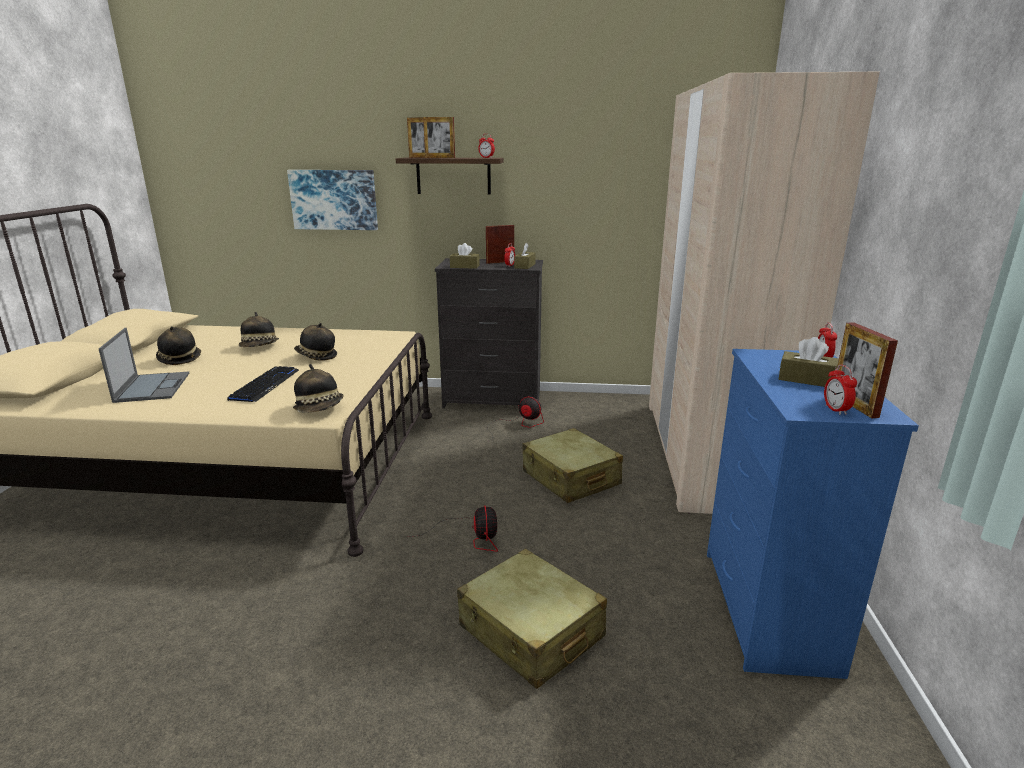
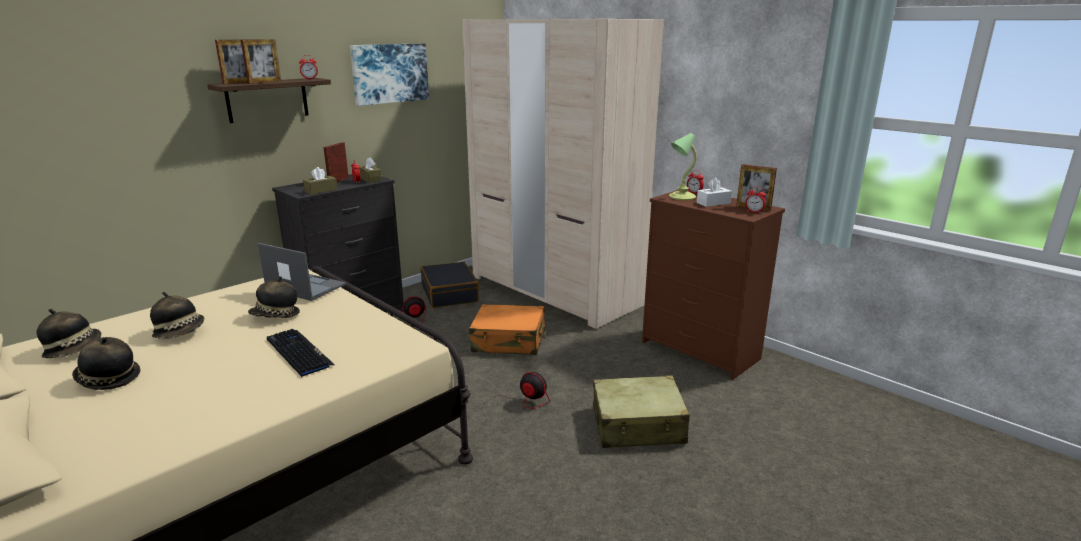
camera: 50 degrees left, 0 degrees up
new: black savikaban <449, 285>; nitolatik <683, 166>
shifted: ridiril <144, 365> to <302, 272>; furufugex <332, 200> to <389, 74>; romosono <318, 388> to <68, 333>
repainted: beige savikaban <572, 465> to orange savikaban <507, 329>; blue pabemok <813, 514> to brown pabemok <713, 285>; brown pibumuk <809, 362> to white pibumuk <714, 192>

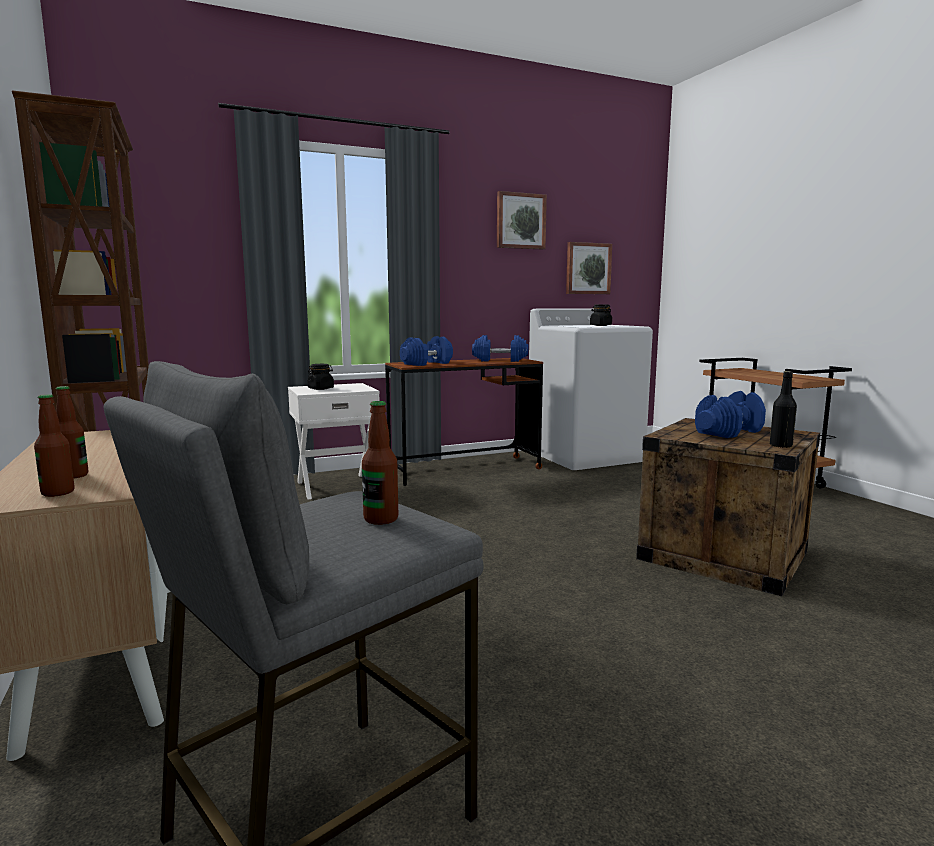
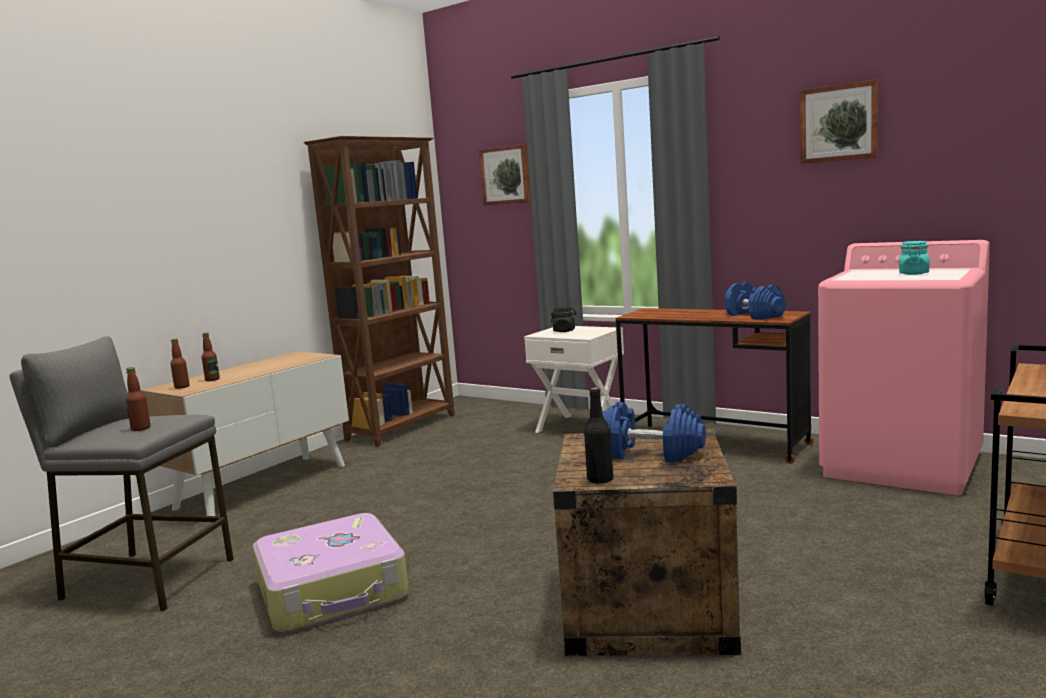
camera: 60 degrees right, 0 degrees up
gone: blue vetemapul <426, 351>
new: savikaban <331, 573>
shifted: furufugex <589, 268> to <505, 174>
repainted: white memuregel <591, 389> to pink memuregel <904, 367>; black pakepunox <601, 315> to turquoise pakepunox <914, 258>

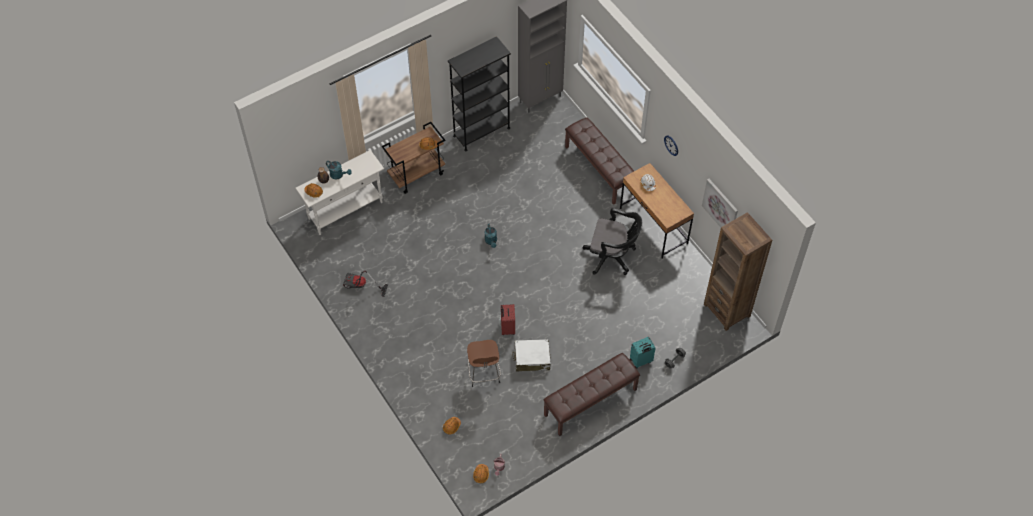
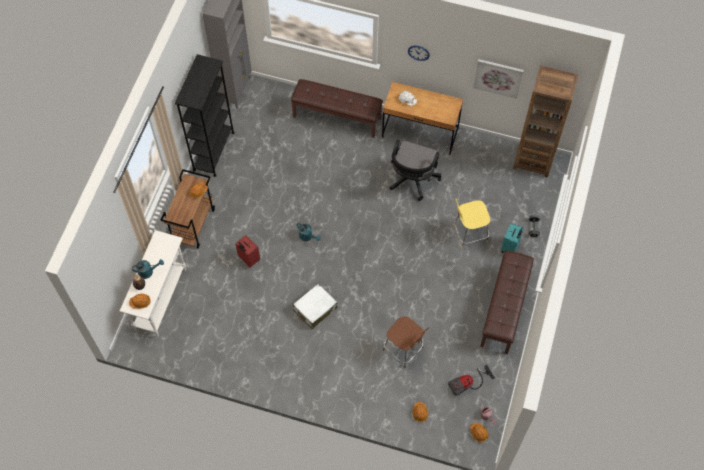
camera: 40 degrees left, 5 degrees up
new: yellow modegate <472, 223>
shifted: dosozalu <365, 284> to <471, 380>; red savikaban <508, 319> to <247, 251>; white savikaban <531, 355> to <315, 306>
rotated: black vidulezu <612, 241> = <415, 170> 135 degrees clockwise

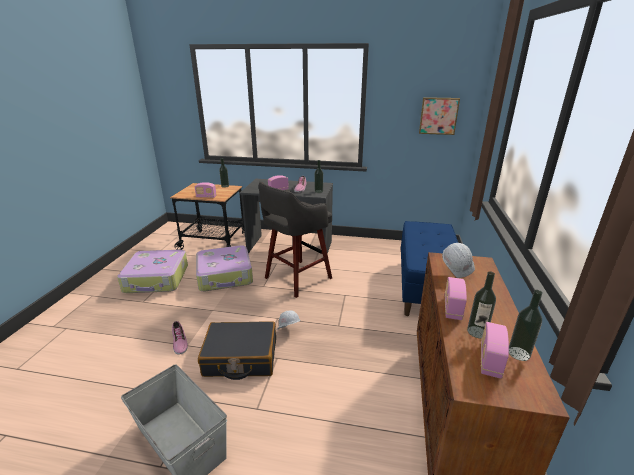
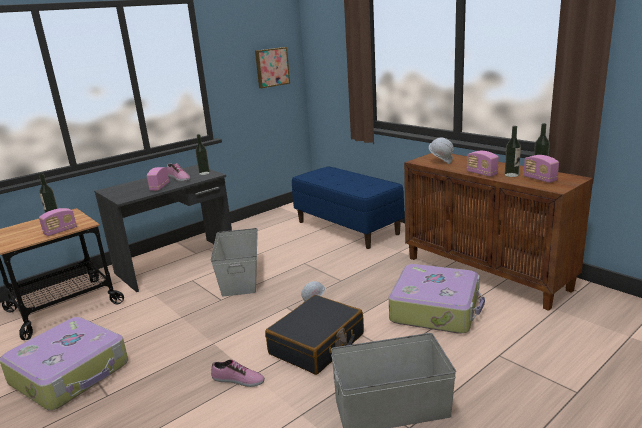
camera: 50 degrees left, 5 degrees down
shifted: savikaban <224, 268> to <437, 299>
swapped: grey modegate <295, 240> to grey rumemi <234, 262>

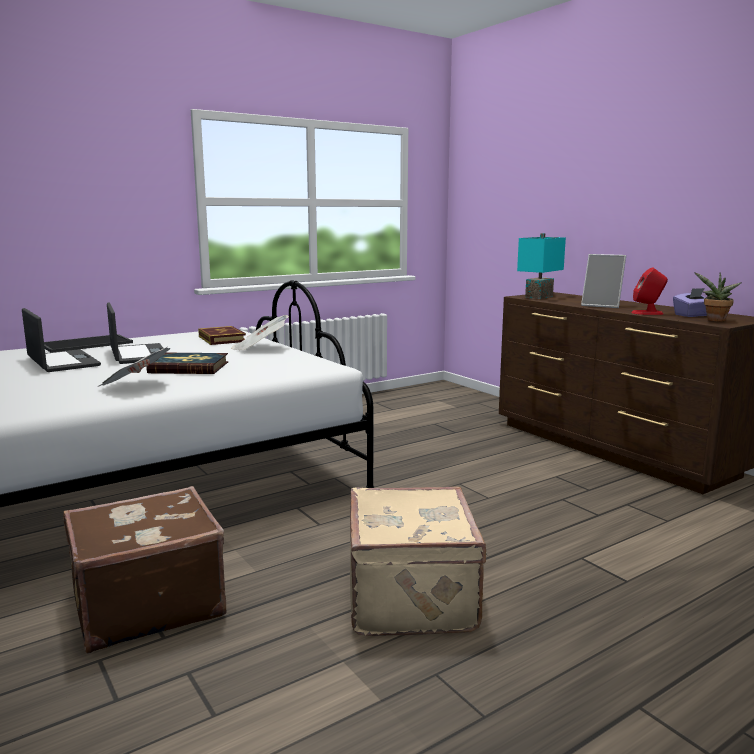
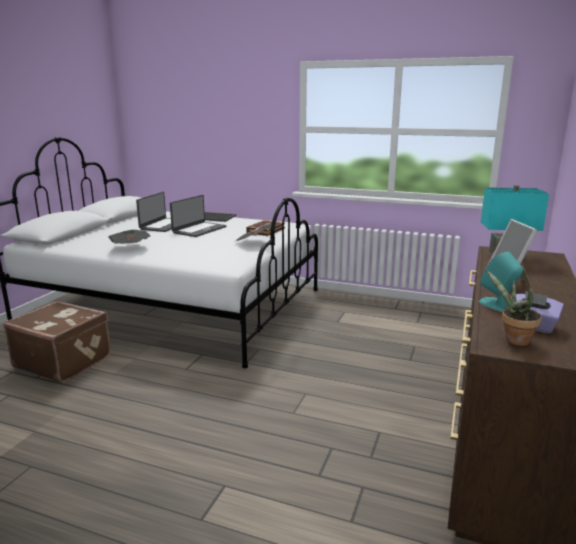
camera: 55 degrees right, 5 degrees up
gone: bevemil <187, 363>; beige savikaban <418, 561>
repainted: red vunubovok <649, 291> to turquoise vunubovok <501, 282>

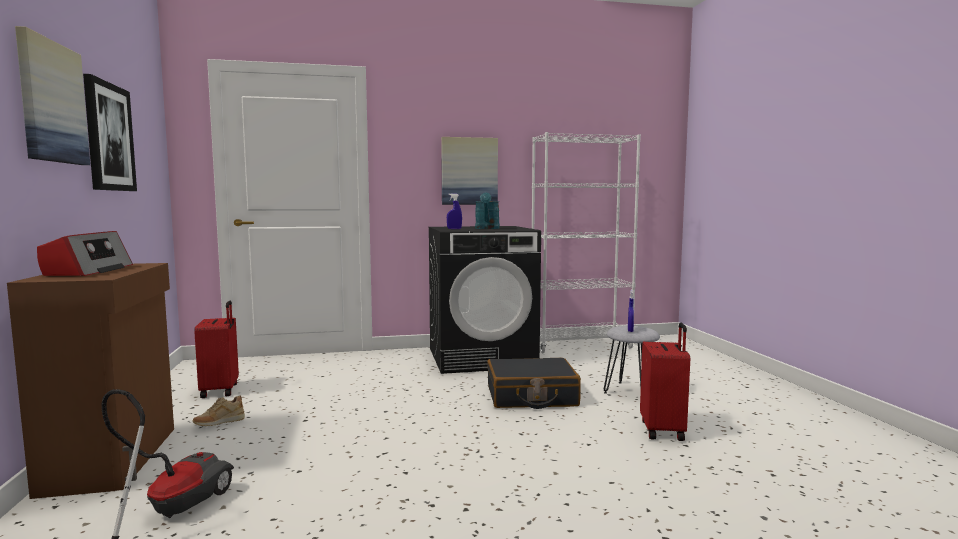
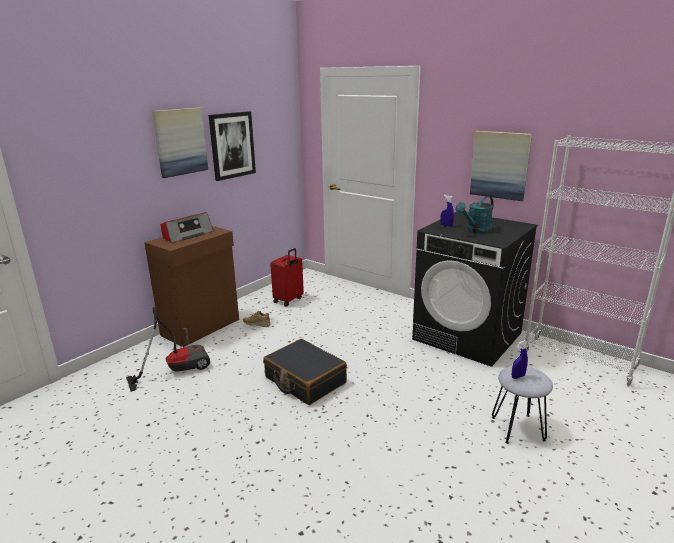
camera: 50 degrees right, 15 degrees up
gone: red savikaban <665, 382>
shifted: black savikaban <534, 383> to <305, 372>

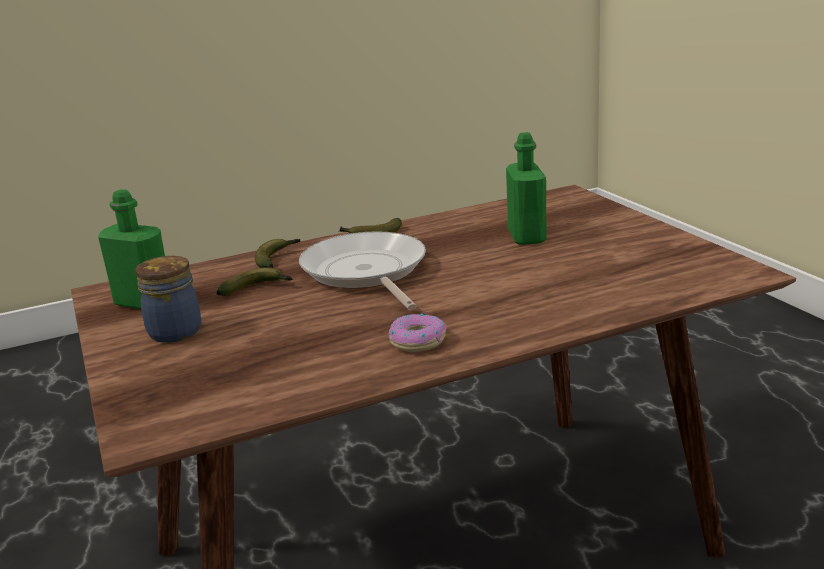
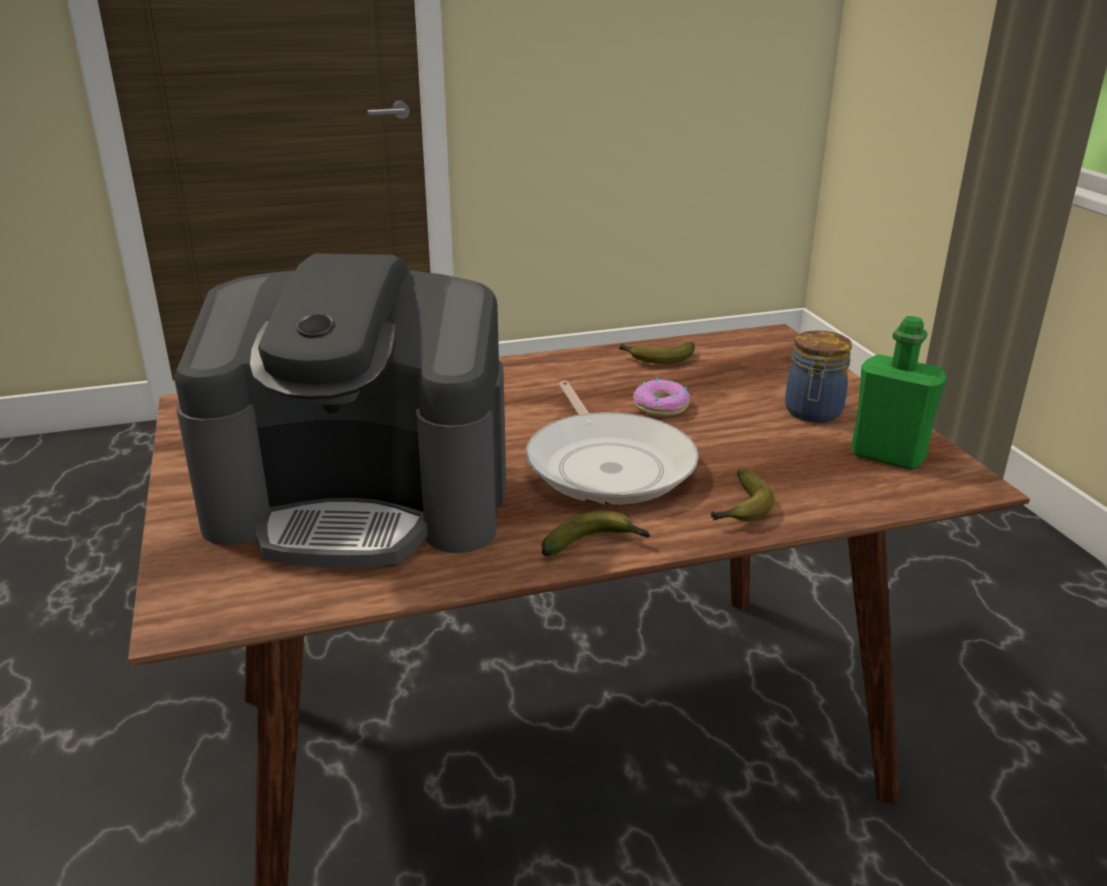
camera: 175 degrees left, 5 degrees up
shifted: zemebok <255, 281> to <656, 353>; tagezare <417, 332> to <661, 397>
swapped: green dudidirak <526, 188> to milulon <340, 410>

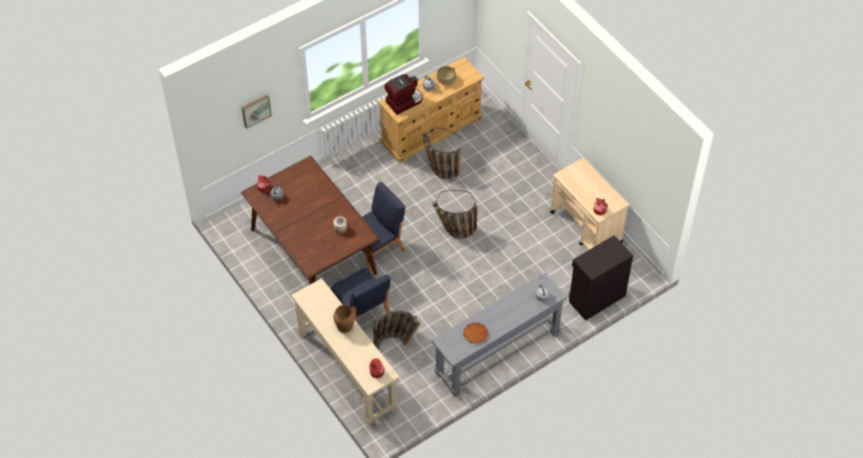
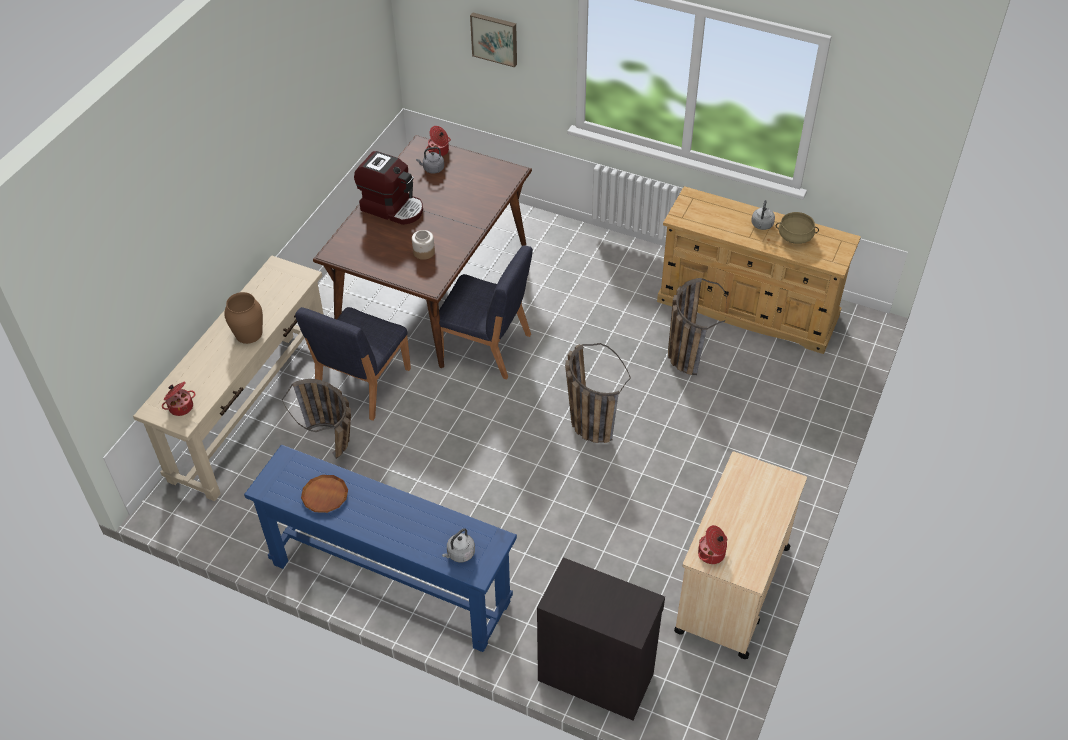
camera: 60 degrees right, 5 degrees down
shifted: milulon <403, 94> to <388, 188>
repainted: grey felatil <499, 335> to blue felatil <380, 548>

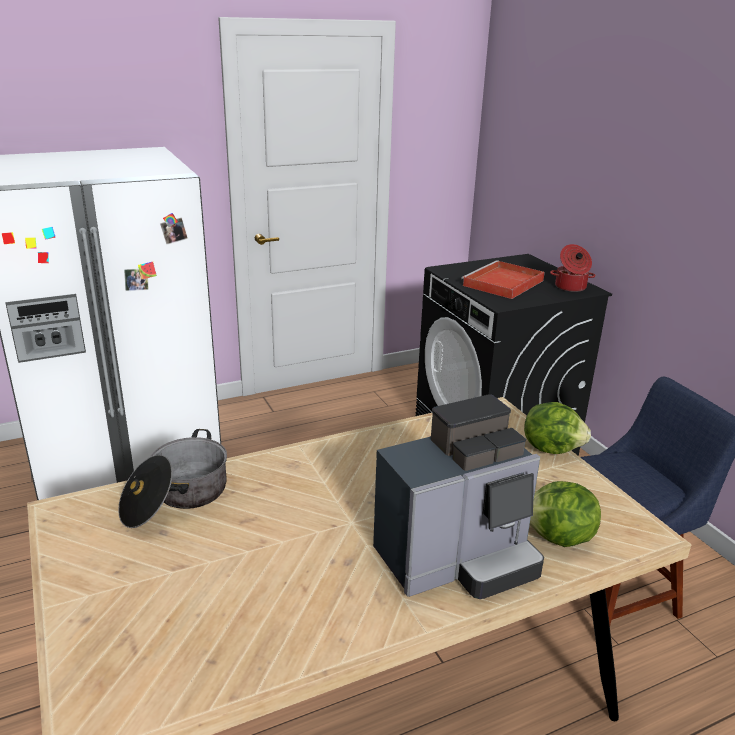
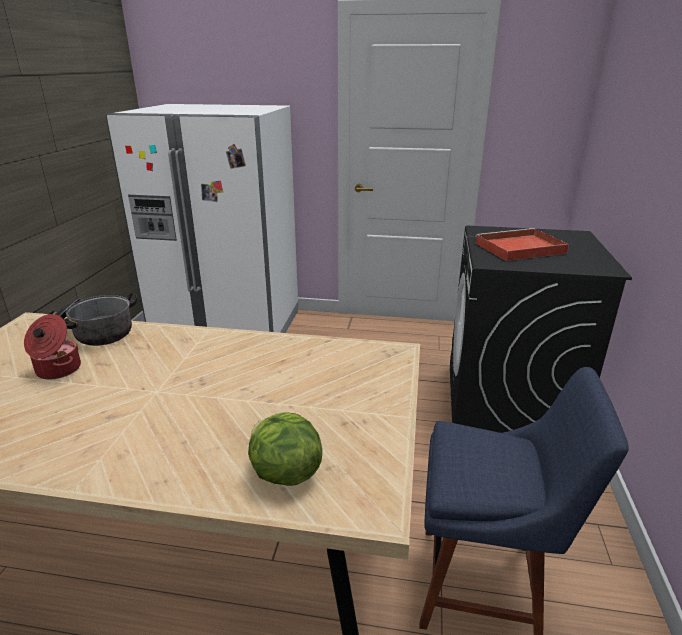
camera: 35 degrees right, 0 degrees up
gone: milulon <458, 496>; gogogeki <557, 428>
shifted: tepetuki <572, 268> to <52, 346>

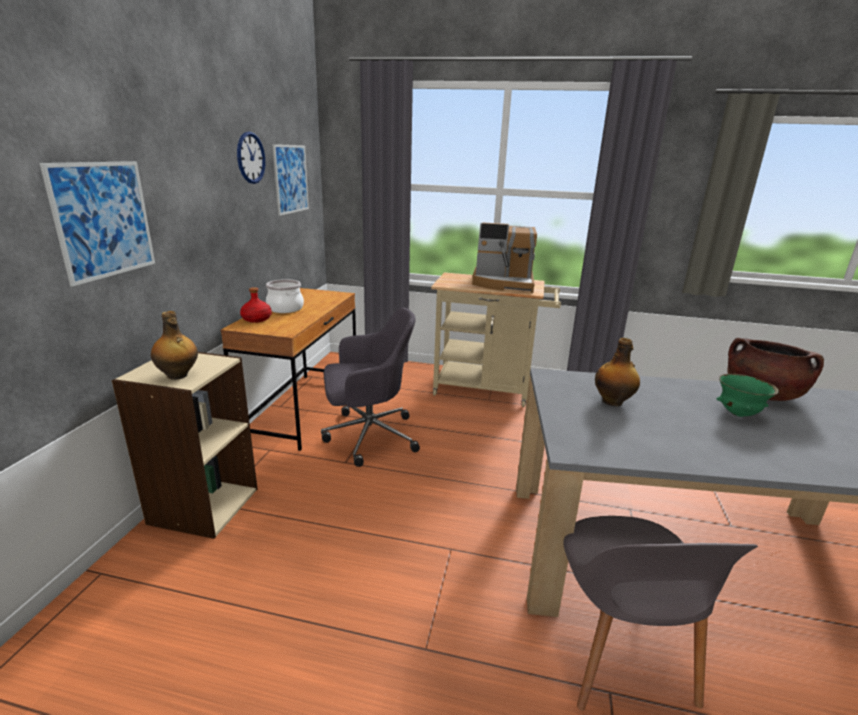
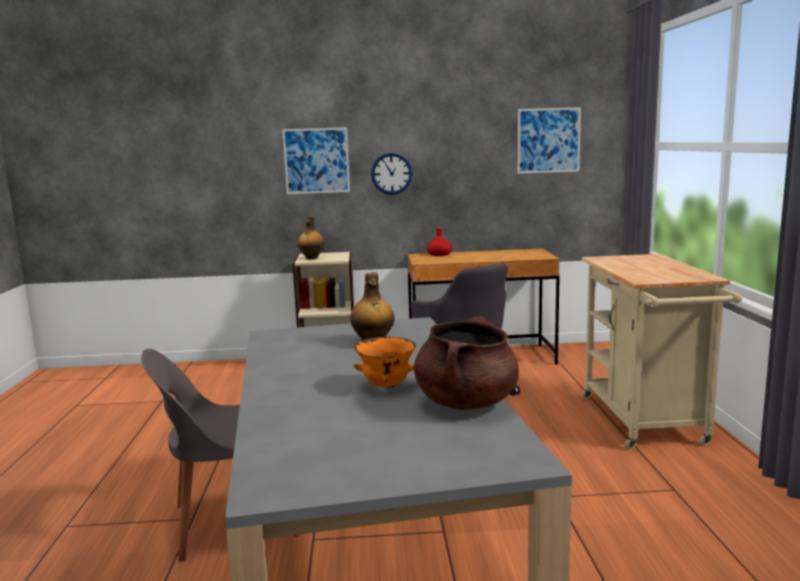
camera: 75 degrees right, 10 degrees down
gone: tepetuki <285, 296>; milulon <504, 257>
shifted: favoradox <251, 158> to <391, 174>
repainted: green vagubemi <748, 395> to orange vagubemi <384, 362>

